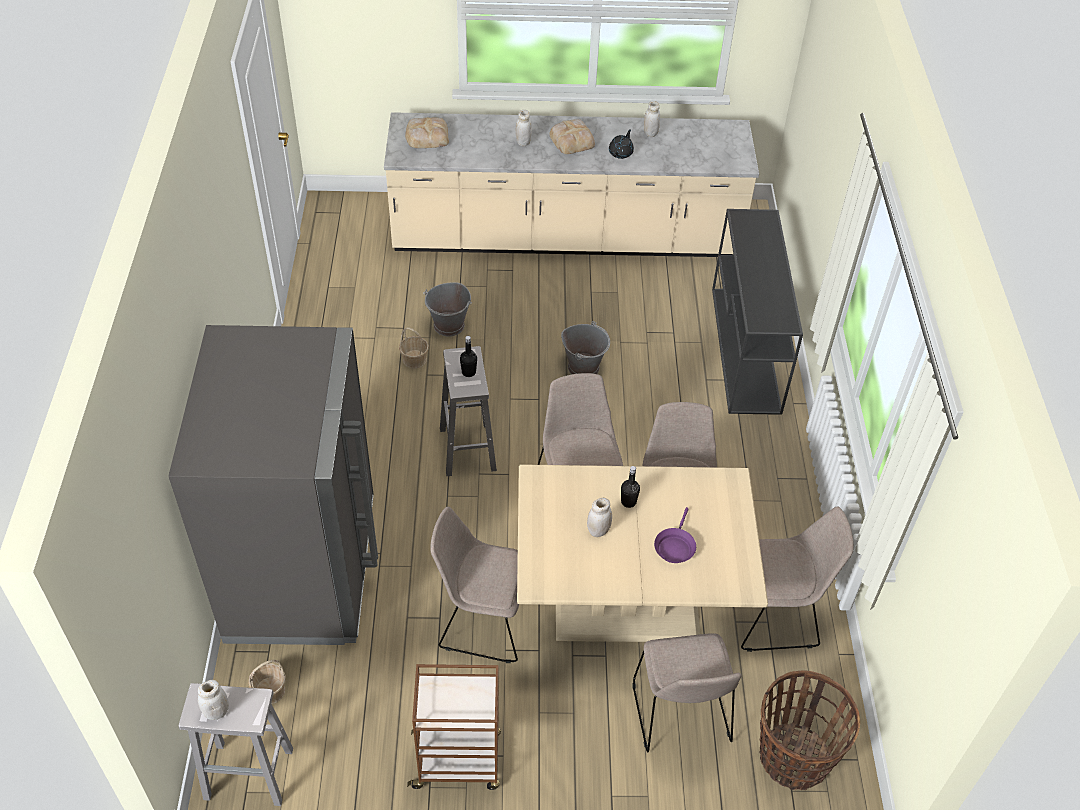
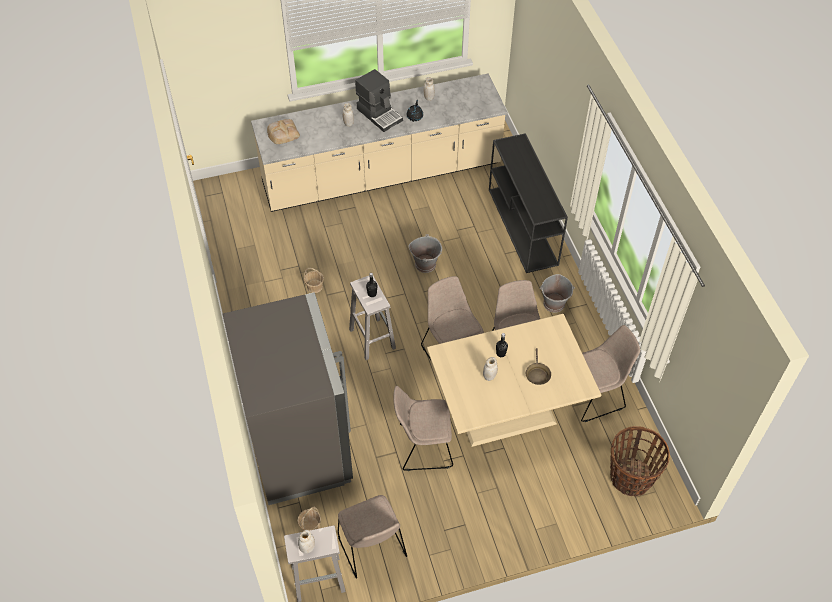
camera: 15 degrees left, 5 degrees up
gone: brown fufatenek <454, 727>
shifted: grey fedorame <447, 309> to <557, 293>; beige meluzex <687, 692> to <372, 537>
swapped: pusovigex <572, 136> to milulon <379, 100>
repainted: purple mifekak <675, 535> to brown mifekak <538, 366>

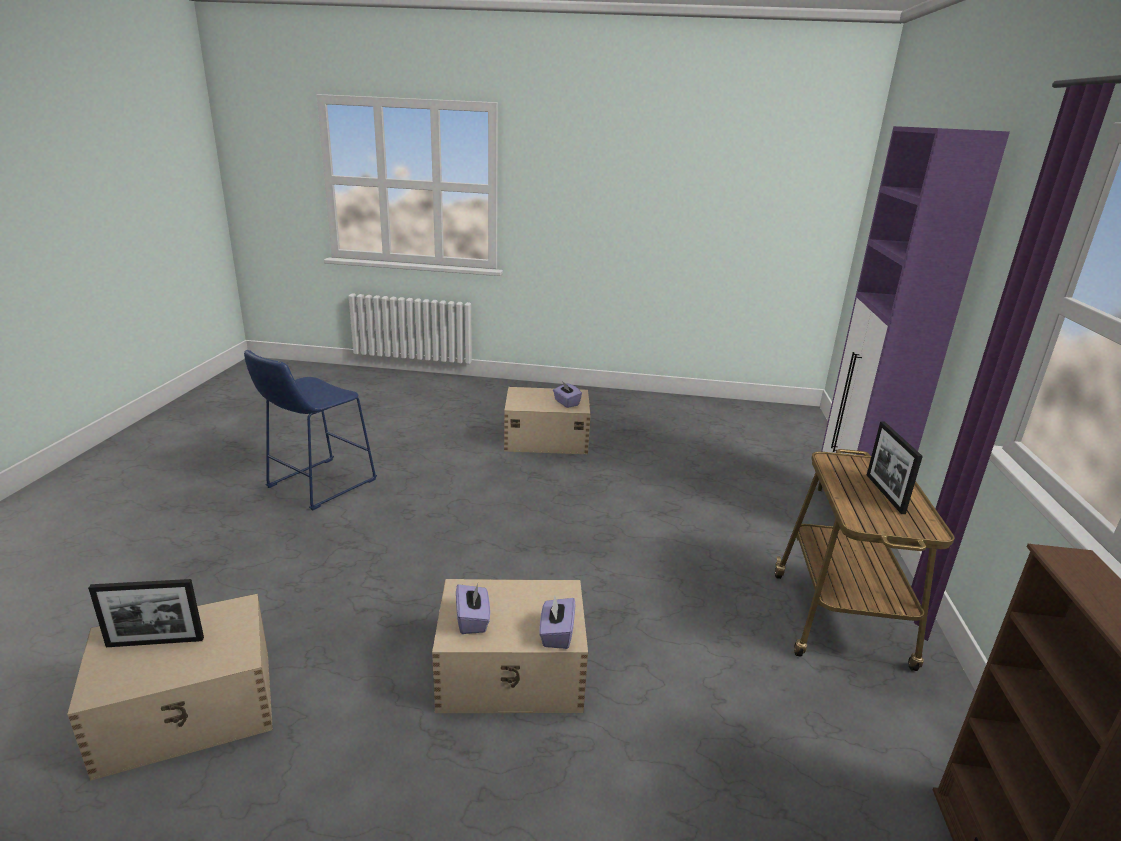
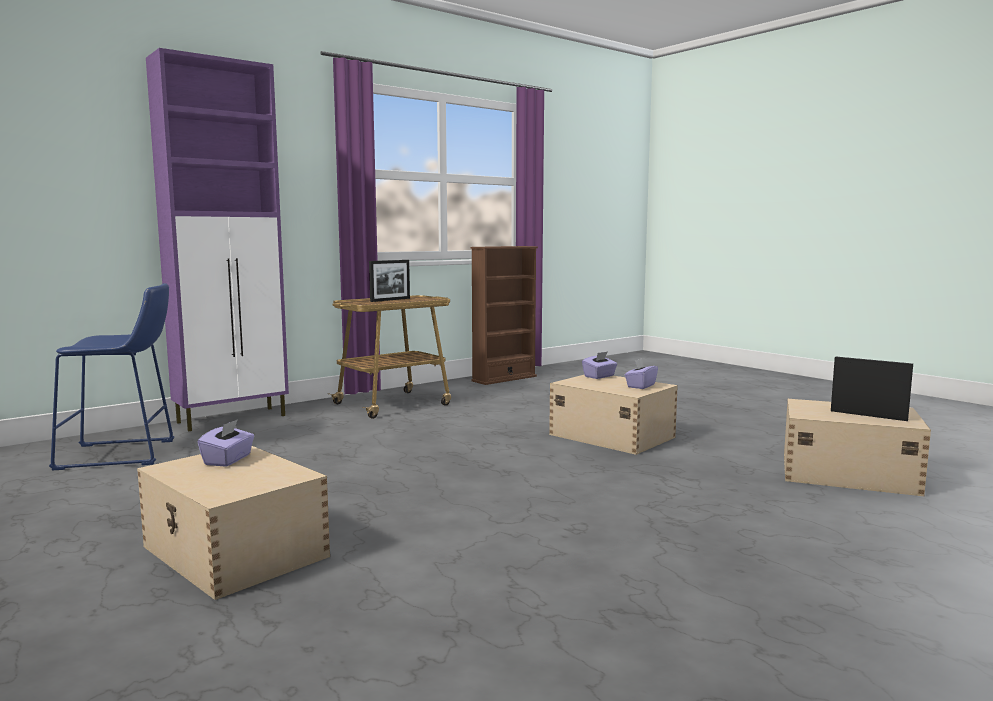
camera: 135 degrees left, 15 degrees down
shifted: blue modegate <310, 430> to <112, 376>

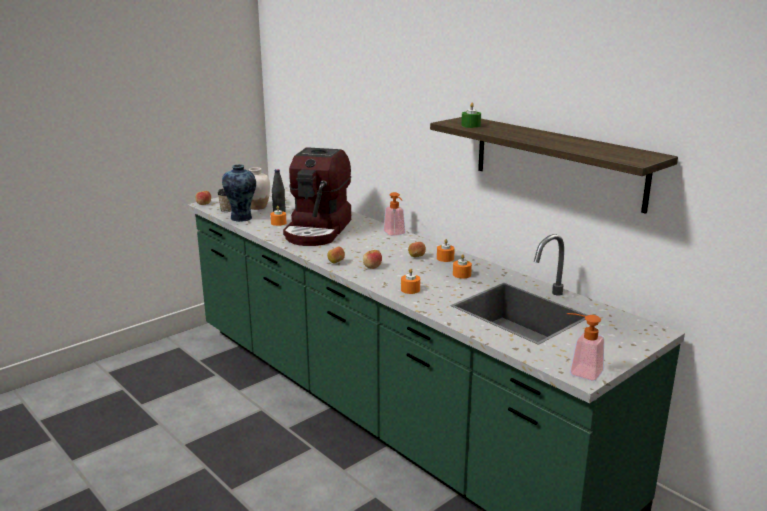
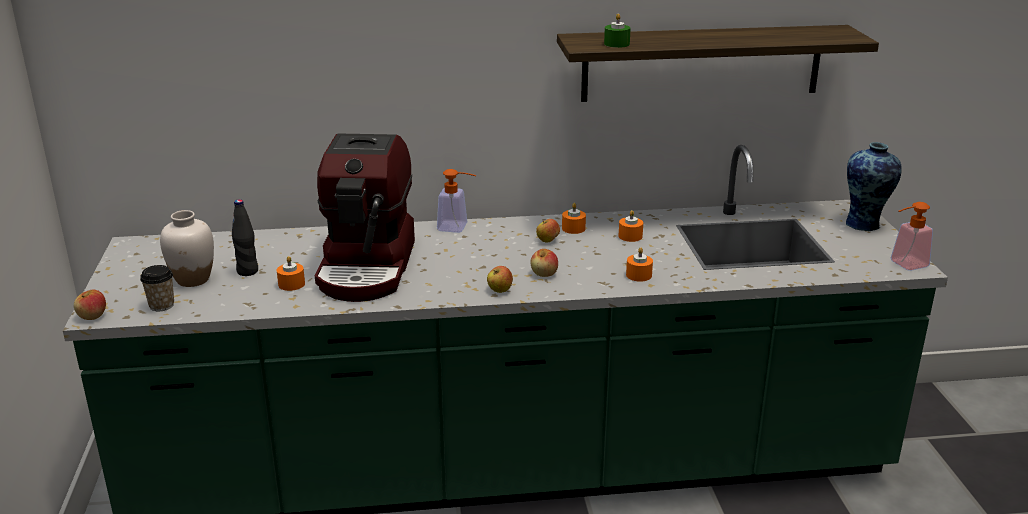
camera: 55 degrees left, 5 degrees up
shifted: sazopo <239, 193> to <874, 186>
rotated: milulon <317, 196> = <365, 217> 45 degrees clockwise

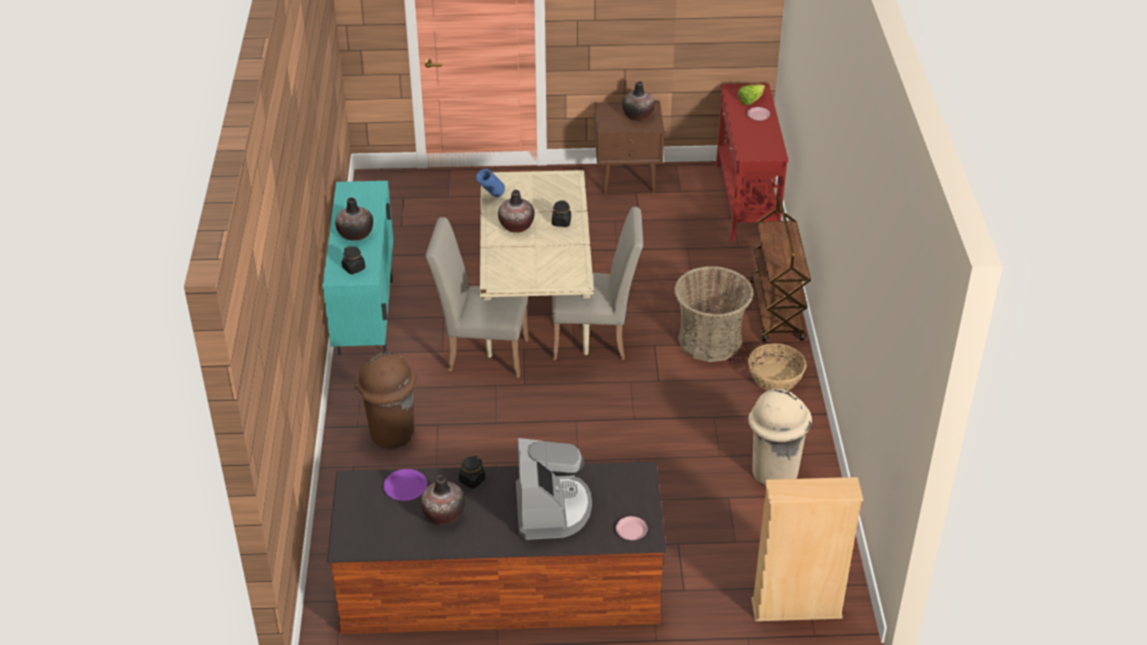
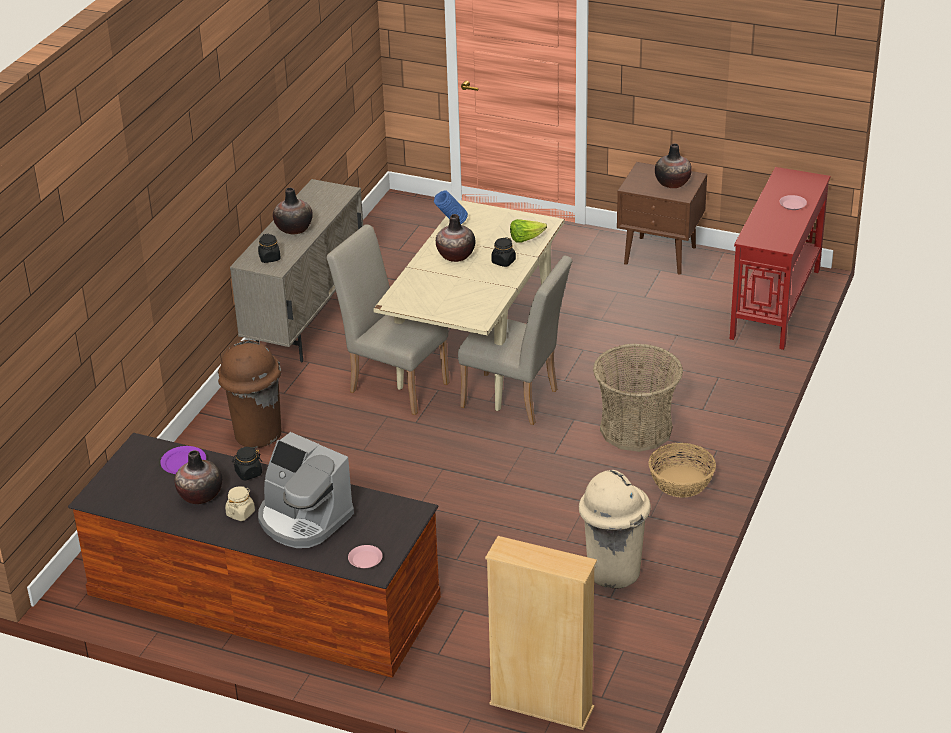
camera: 25 degrees right, 5 degrees down
gone: brown fufatenek <780, 269>
new: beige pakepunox <240, 503>
shifted: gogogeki <751, 94> to <528, 231>
repainted: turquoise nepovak <358, 268> to beige nepovak <296, 270>
rotated: milulon <554, 489> = <306, 490> 105 degrees clockwise

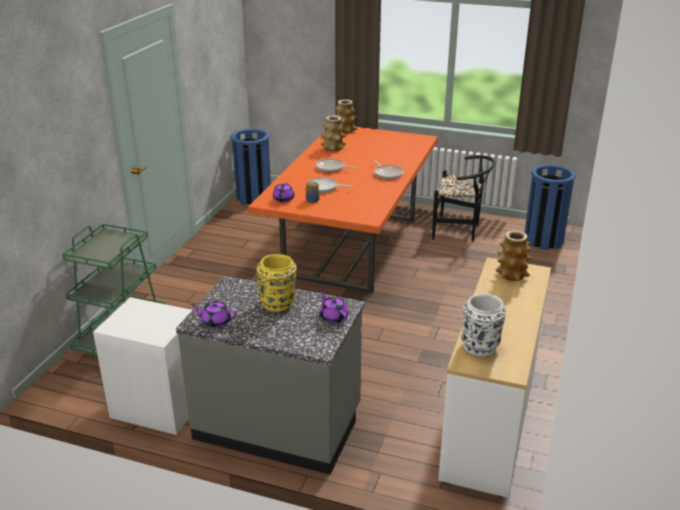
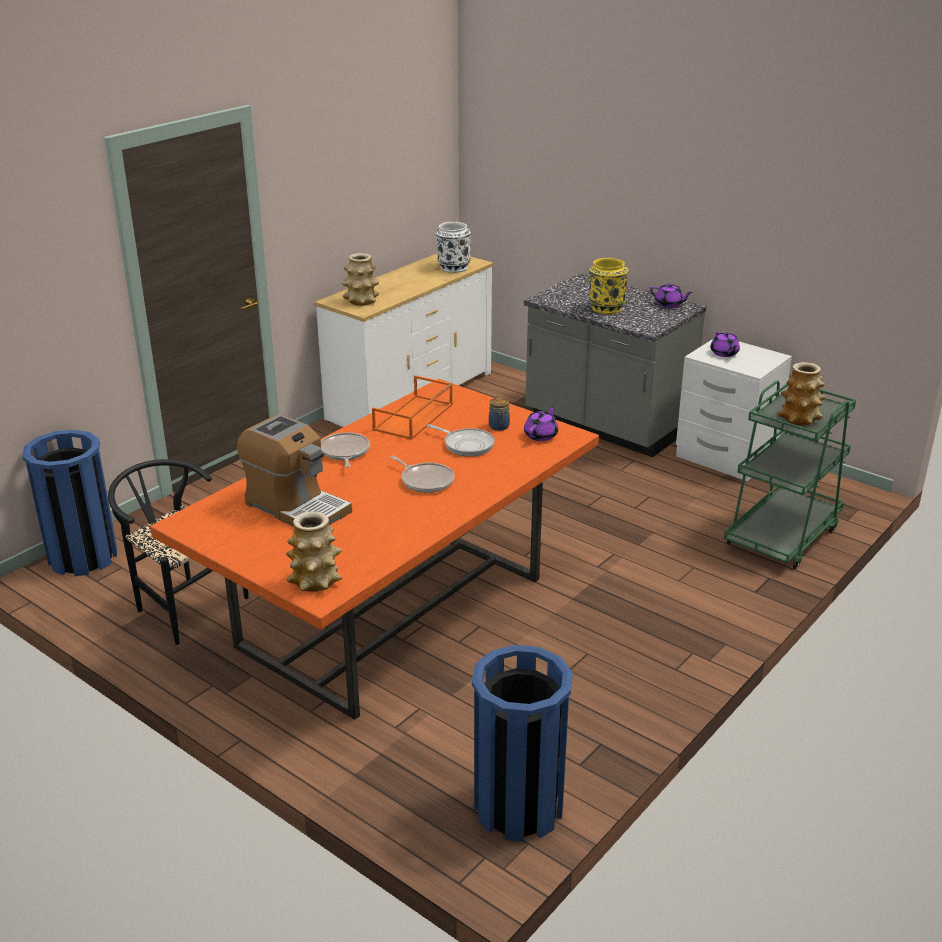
camera: 160 degrees left, 0 degrees up
new: milulon <294, 470>; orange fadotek <412, 407>
shifted: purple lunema <334, 307> to <725, 344>; sazopo <333, 133> to <801, 394>

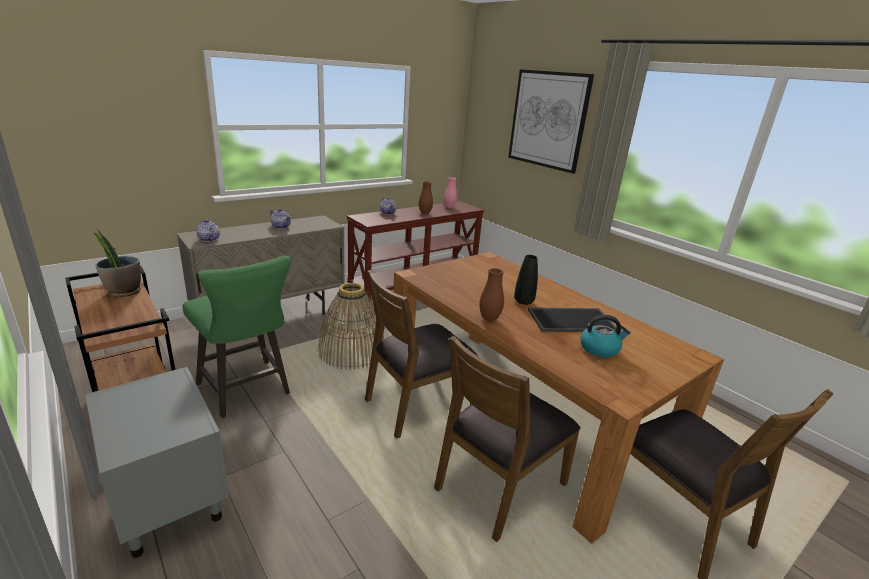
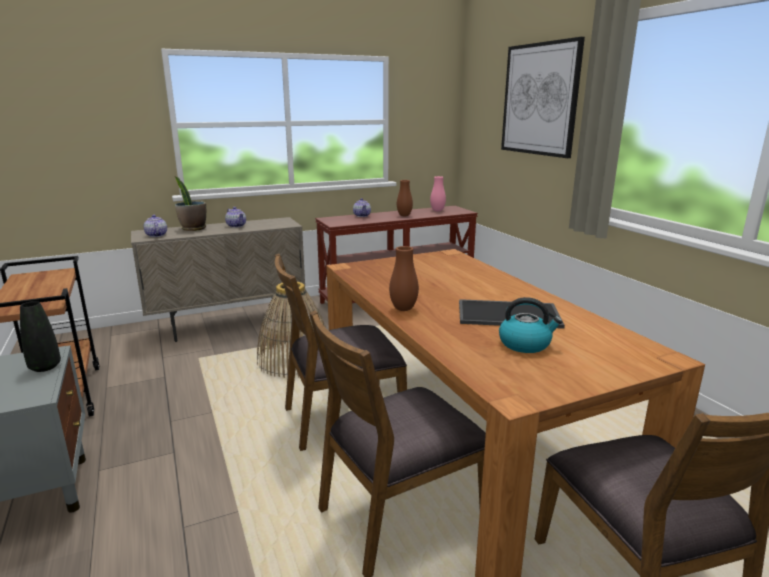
camera: 15 degrees right, 5 degrees down
gone: green modegate <236, 337>
shifted: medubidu <117, 263> to <190, 203>; black sazopo <526, 280> to <40, 336>

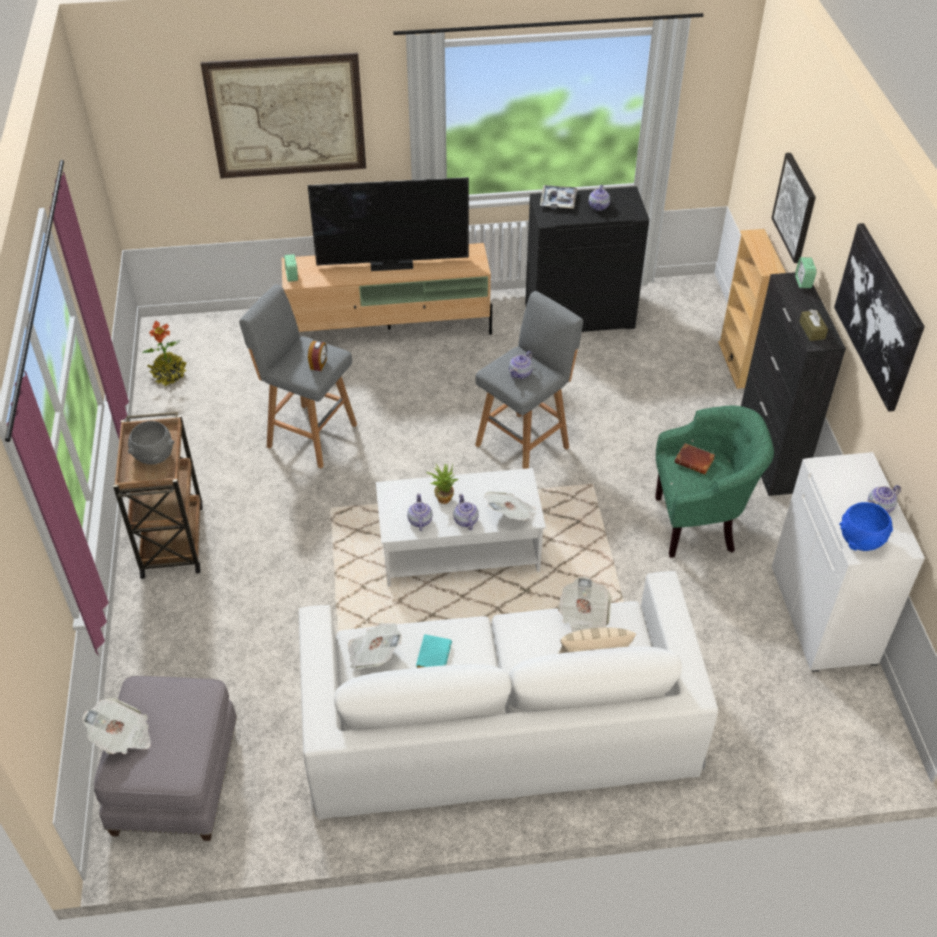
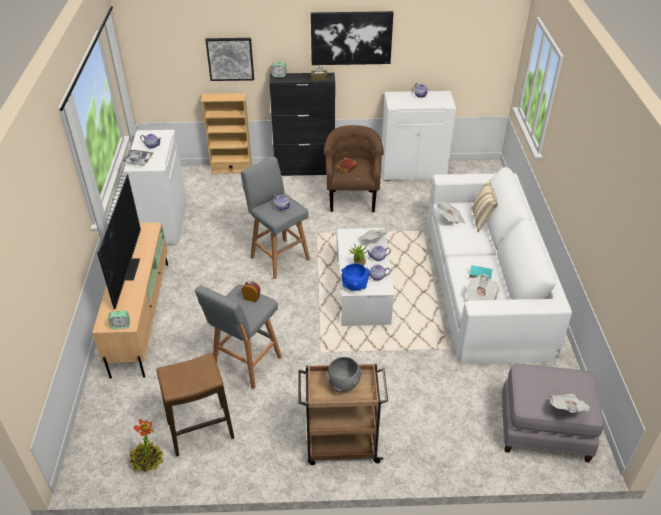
camera: 85 degrees left, 5 degrees down
gone: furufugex <283, 116>
new: modegate <195, 405>
shifted: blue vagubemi <866, 526> to <355, 277>
repainted: black nepovak <587, 259> to white nepovak <155, 188>; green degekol <714, 482> to brown degekol <353, 168>

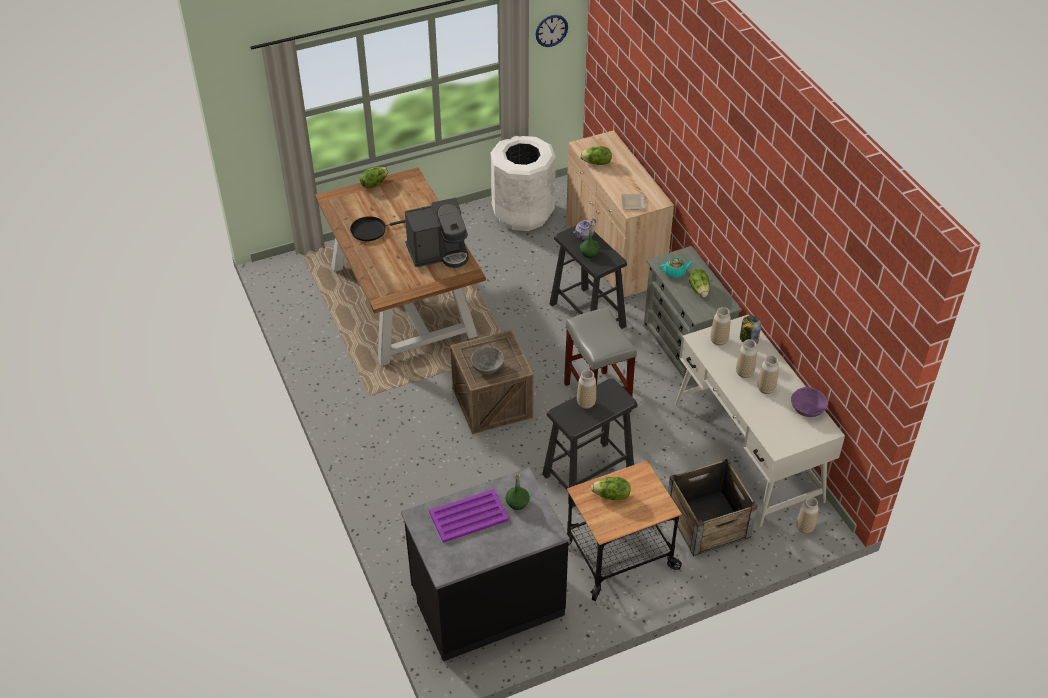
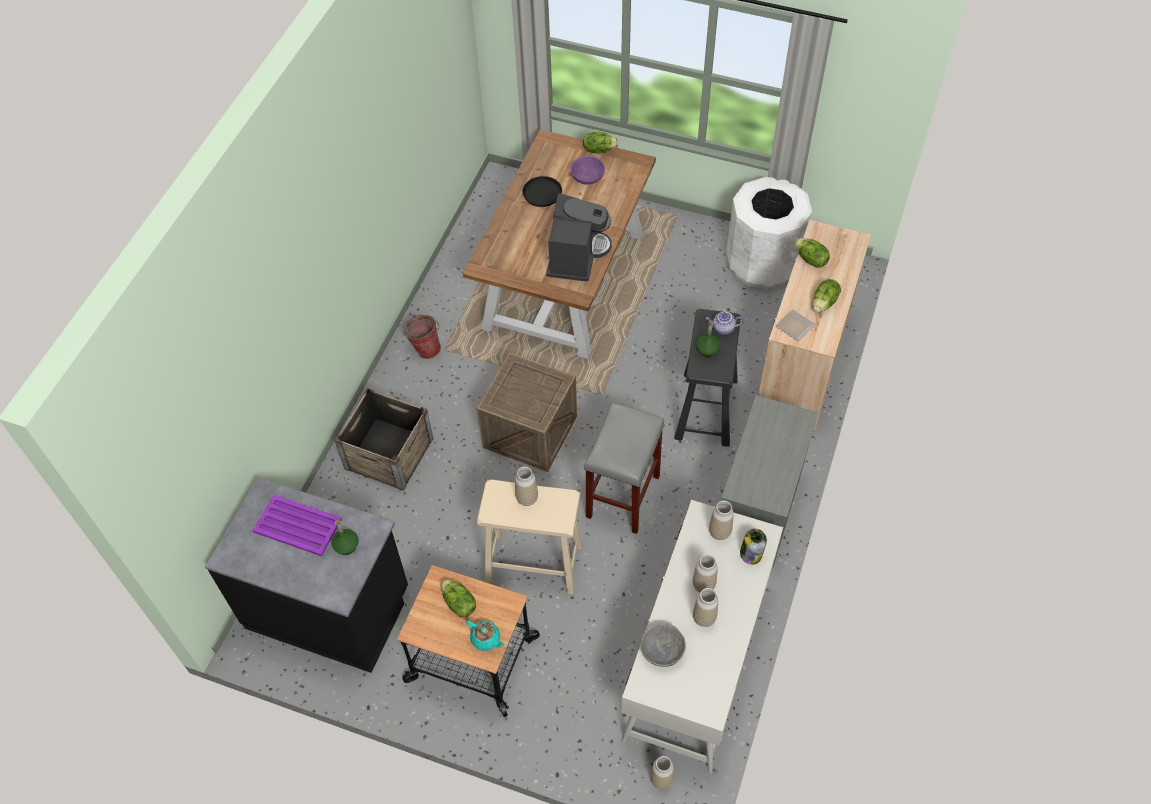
camera: 45 degrees right, 10 degrees up
gone: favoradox <551, 31>
new: fedorame <422, 337>
shifted: grey vagubemi <487, 360> to <663, 645>; turquoise lunema <676, 267> to <485, 635>; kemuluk <713, 507> to <384, 439>; gogogeki <699, 283> to <827, 296>; purple vagubemi <809, 402> to <587, 170>
repainted: black modegate <590, 443> to beige modegate <529, 536>
rotated: milulon <437, 233> = <579, 237> 105 degrees counterclockwise

